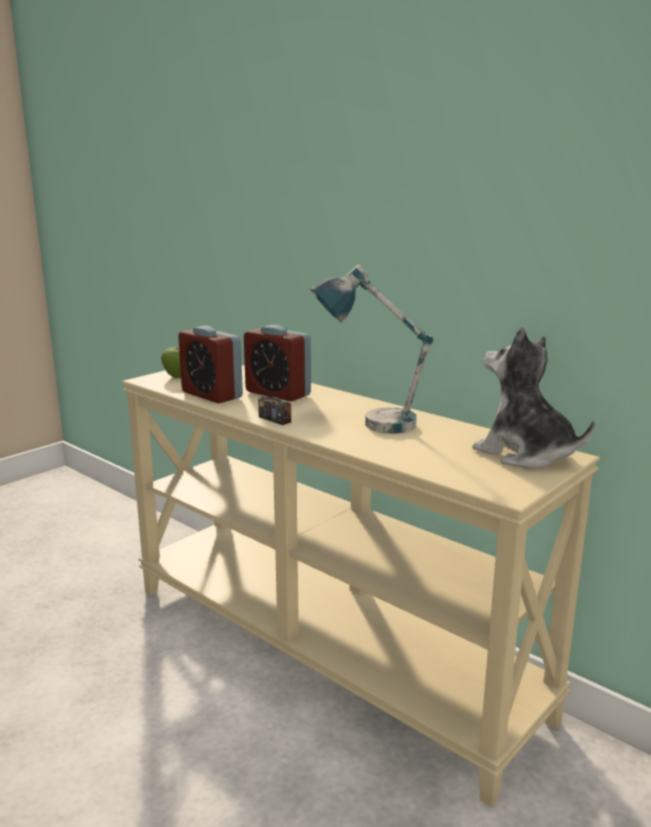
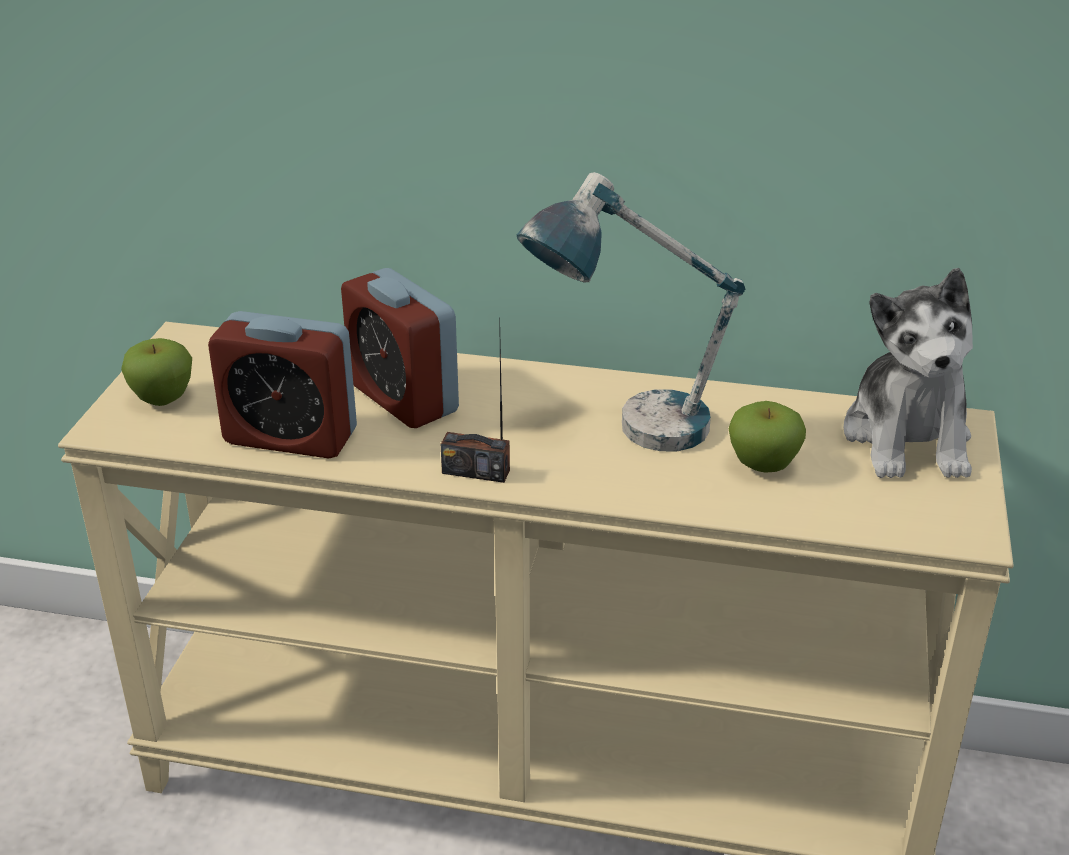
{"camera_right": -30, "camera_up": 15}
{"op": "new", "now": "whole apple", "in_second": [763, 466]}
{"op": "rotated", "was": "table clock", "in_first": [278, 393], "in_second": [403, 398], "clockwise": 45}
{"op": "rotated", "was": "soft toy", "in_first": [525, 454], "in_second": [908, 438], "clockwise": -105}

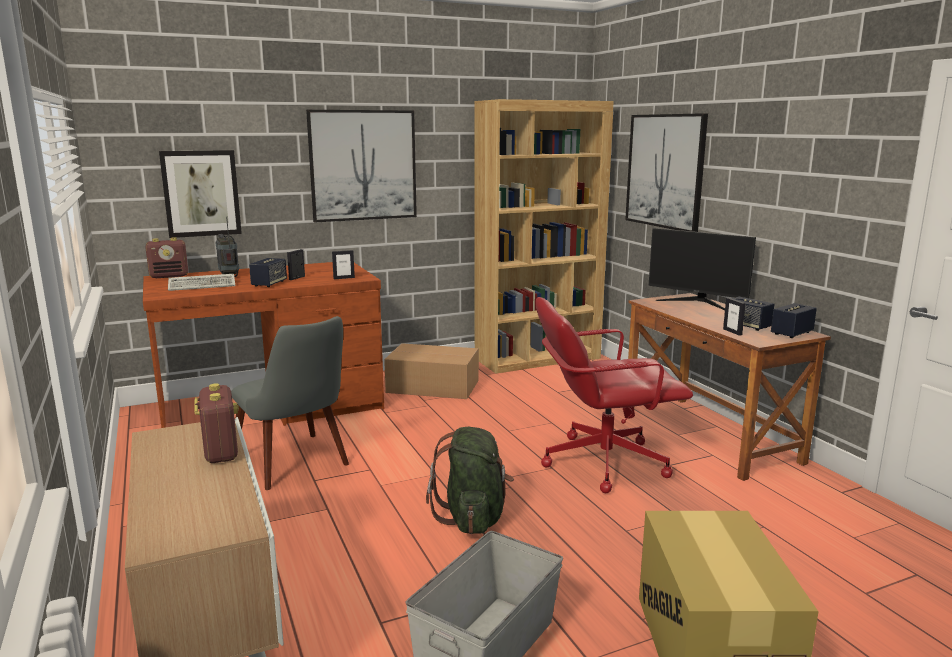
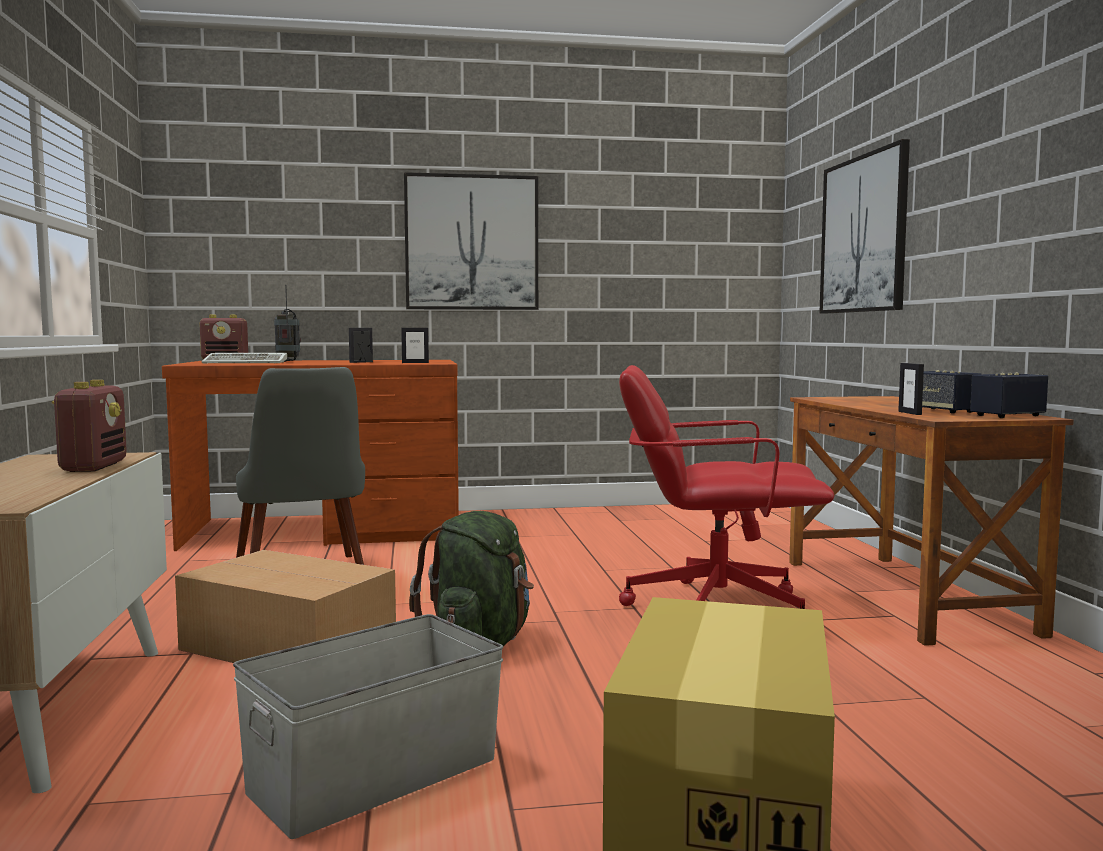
{"camera_right": 15, "camera_up": -10}
{"op": "gone", "was": "wall picture", "in_first": [201, 193]}
{"op": "gone", "was": "speaker", "in_first": [269, 284]}
{"op": "gone", "was": "brownish shelving unit", "in_first": [538, 358]}
{"op": "gone", "was": "computer display", "in_first": [697, 302]}
{"op": "shifted", "was": "packing box", "in_first": [434, 386], "in_second": [290, 647]}

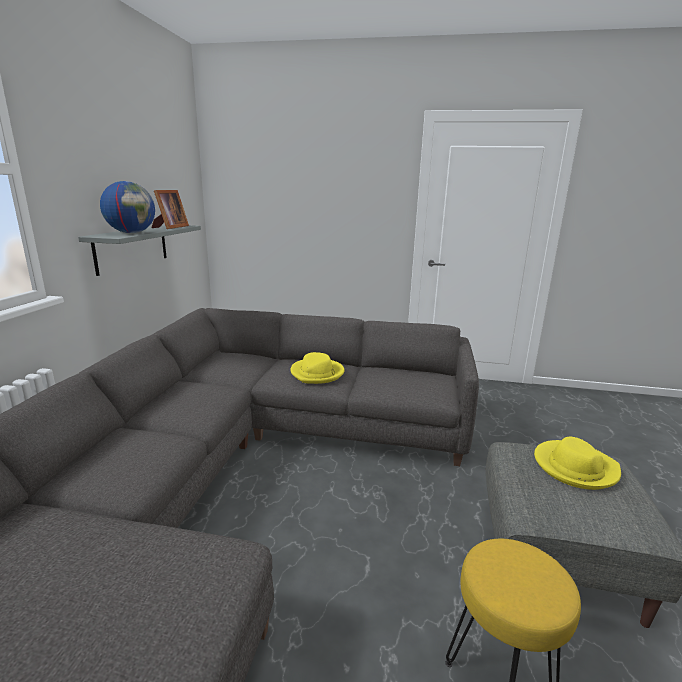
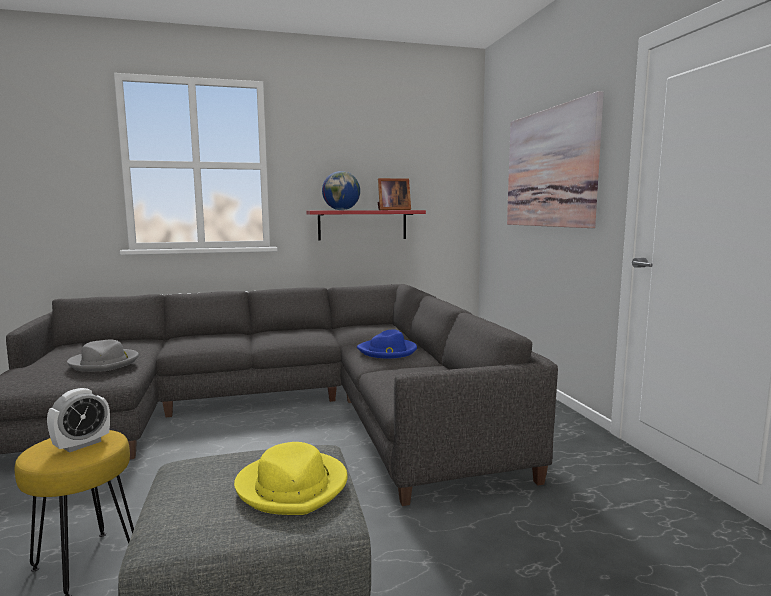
{"camera_right": 65, "camera_up": -10}
{"op": "new", "now": "table clock", "in_second": [82, 444]}
{"op": "new", "now": "gray hat", "in_second": [105, 363]}
{"op": "new", "now": "wall picture", "in_second": [550, 168]}
{"op": "repainted", "was": "gray bracket shelf", "now": "red-coloured bracket shelf", "in_first": [132, 248], "in_second": [362, 225]}
{"op": "repainted", "was": "yellow-coloured hat", "now": "bluish hat", "in_first": [317, 373], "in_second": [387, 351]}

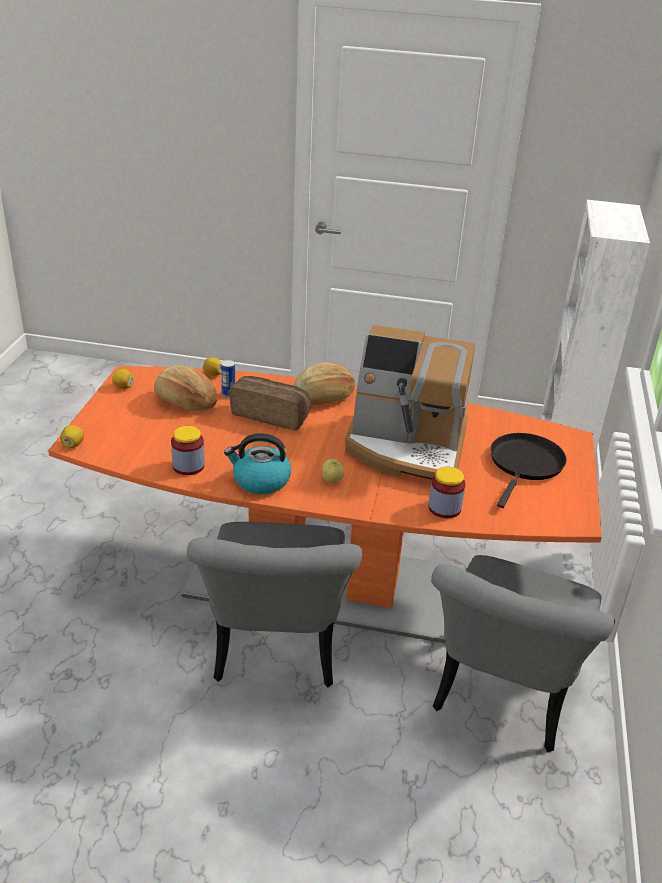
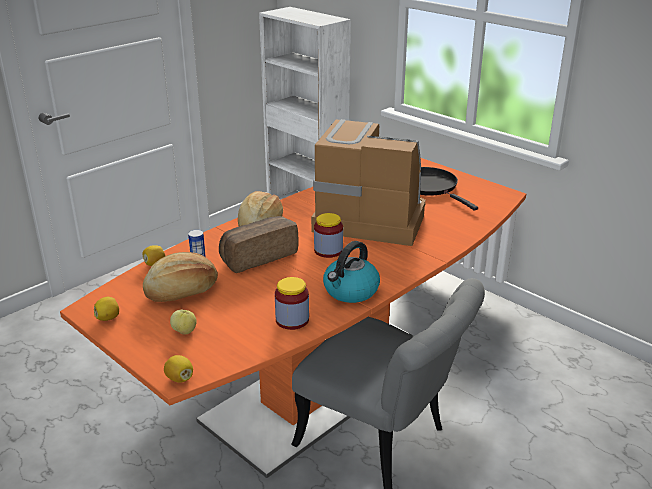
{"camera_right": -55, "camera_up": -5}
{"op": "gone", "was": "gray upright chair", "in_first": [502, 699]}
{"op": "shifted", "was": "whole apple", "in_first": [332, 480], "in_second": [184, 331]}
{"op": "shifted", "was": "storage jar", "in_first": [444, 508], "in_second": [328, 250]}
{"op": "rotated", "was": "coffee maker", "in_first": [407, 448], "in_second": [369, 218], "clockwise": -120}

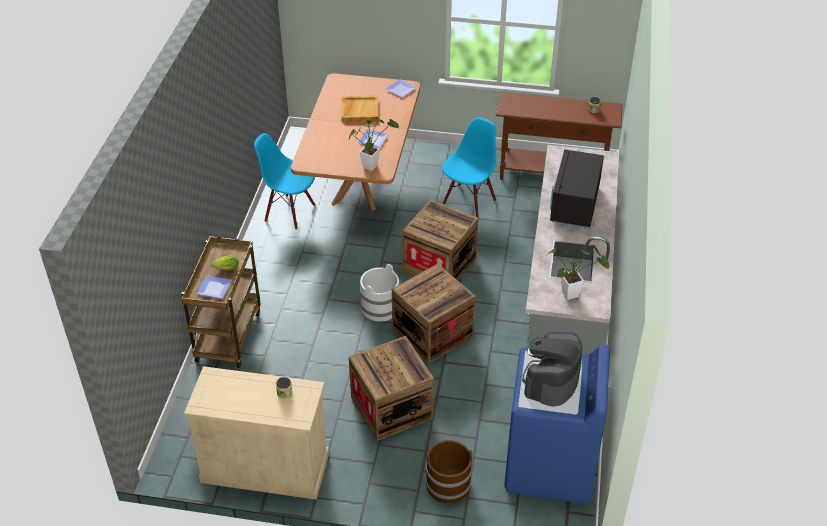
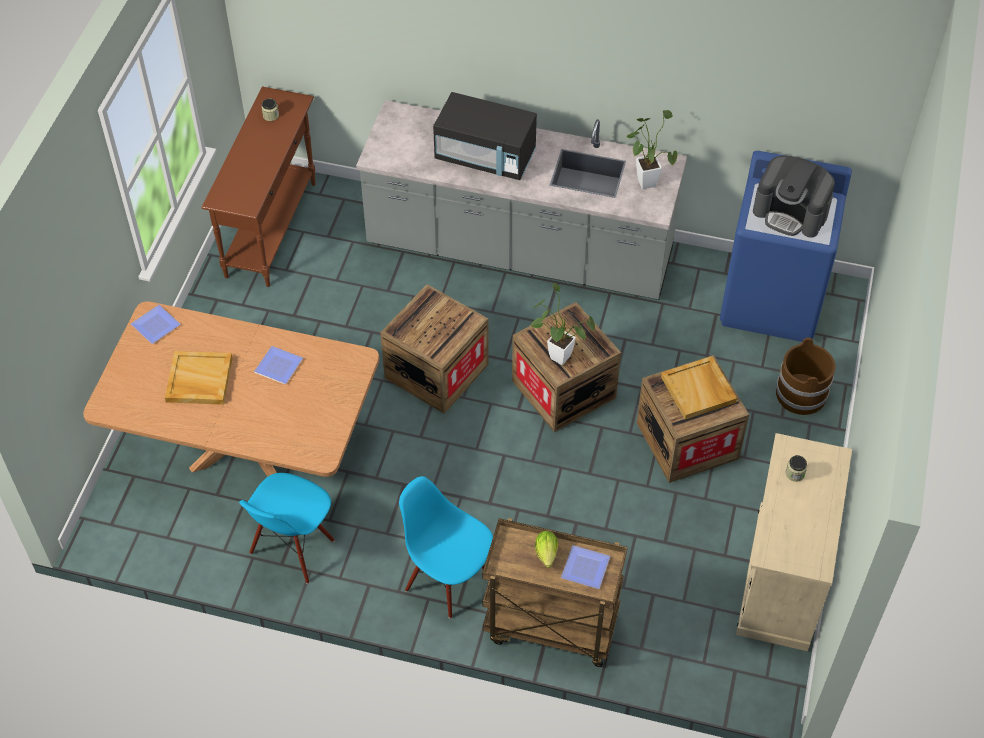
{"camera_right": -85, "camera_up": 10}
{"op": "gone", "was": "whitish water bucket", "in_first": [380, 307]}
{"op": "new", "now": "beige tray", "in_second": [699, 390]}
{"op": "shifted", "was": "plant in a pot", "in_first": [372, 165], "in_second": [556, 355]}
{"op": "shifted", "was": "bluish upright chair", "in_first": [468, 201], "in_second": [448, 580]}

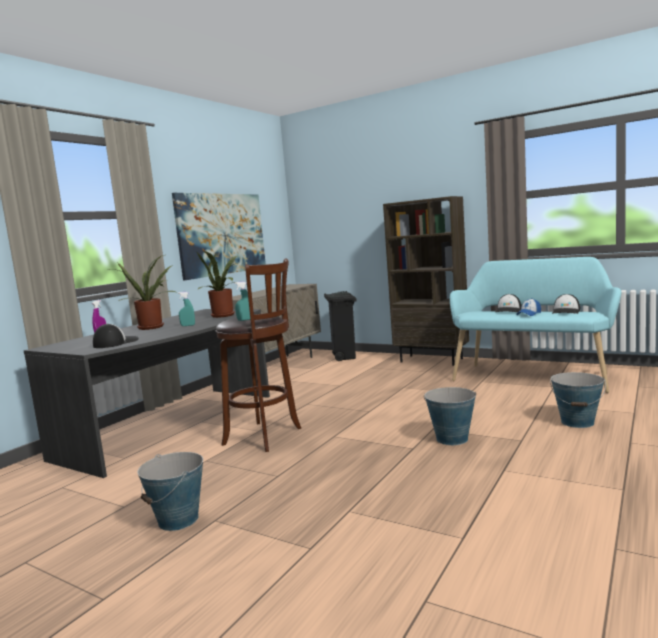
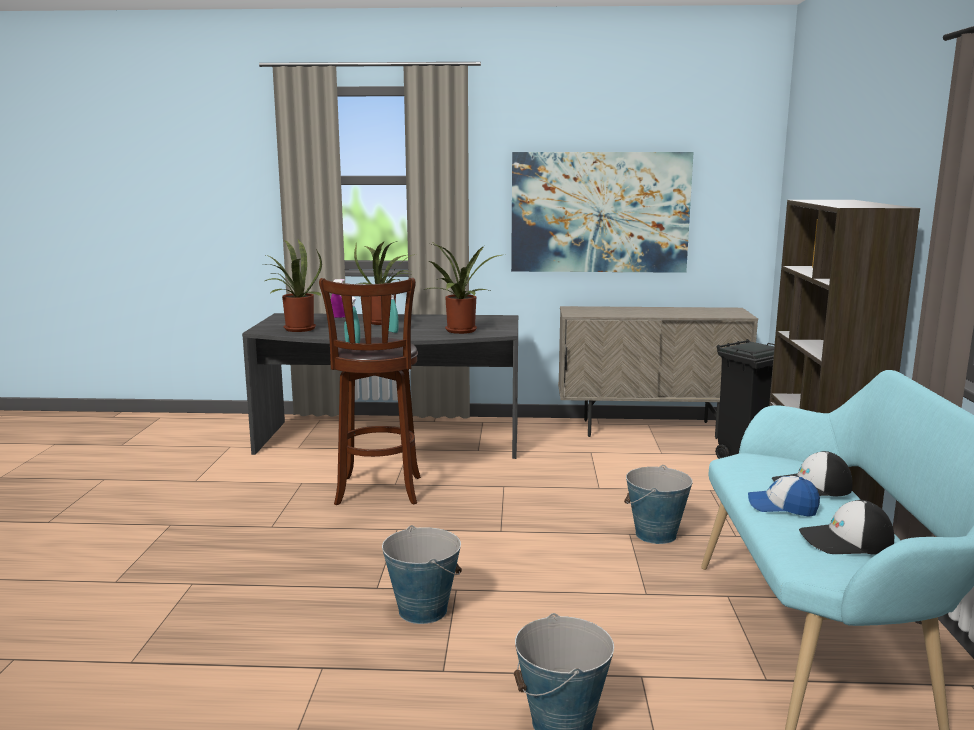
{"camera_right": 60, "camera_up": 5}
{"op": "shifted", "was": "water bucket", "in_first": [178, 520], "in_second": [655, 535]}
{"op": "swapped", "was": "peaked cap", "now": "plant in a pot", "in_first": [115, 343], "in_second": [296, 329]}

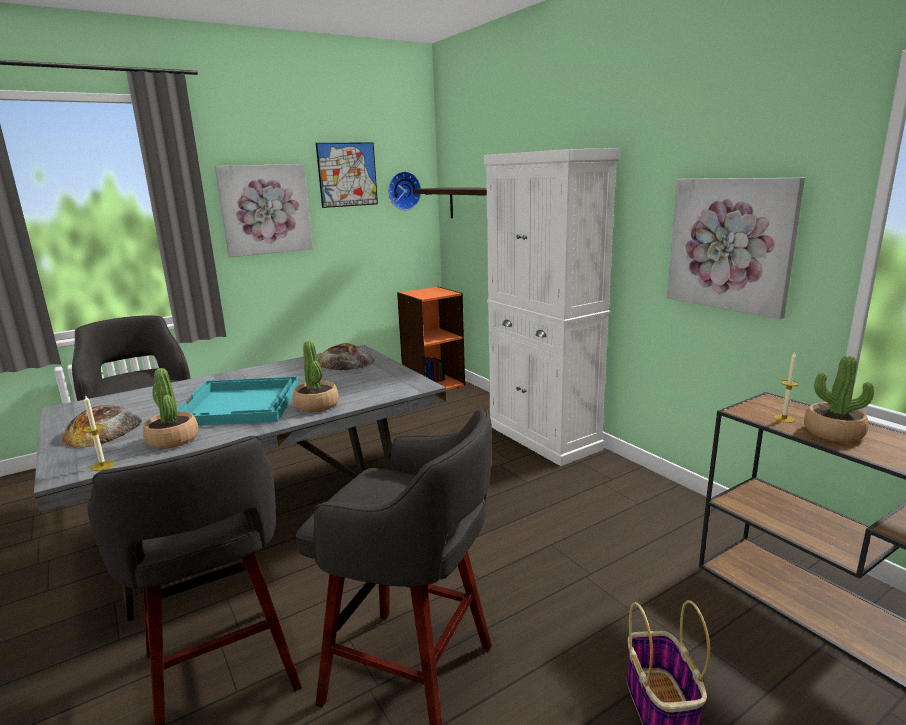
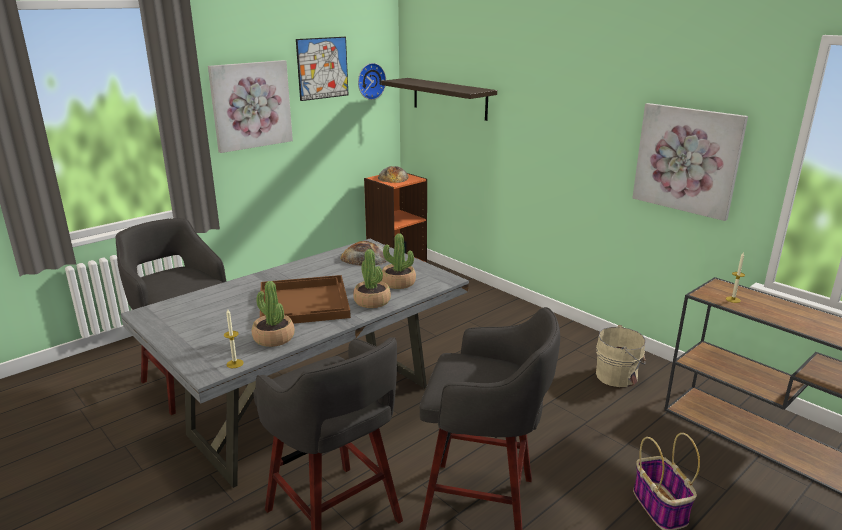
{"camera_right": -10, "camera_up": 5}
{"op": "gone", "was": "whitish storage cabinet", "in_first": [543, 437]}
{"op": "new", "now": "beige water bucket", "in_second": [618, 376]}
{"op": "shifted", "was": "bakery bread", "in_first": [103, 429], "in_second": [393, 177]}
{"op": "shifted", "was": "plant in a pot", "in_first": [833, 433], "in_second": [398, 283]}
{"op": "repainted", "was": "turquoise-coloured tray", "now": "brownish tray", "in_first": [240, 404], "in_second": [305, 303]}

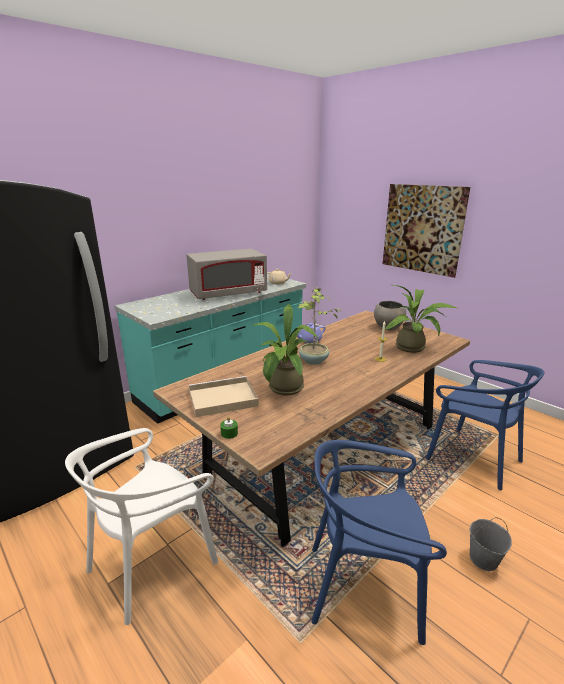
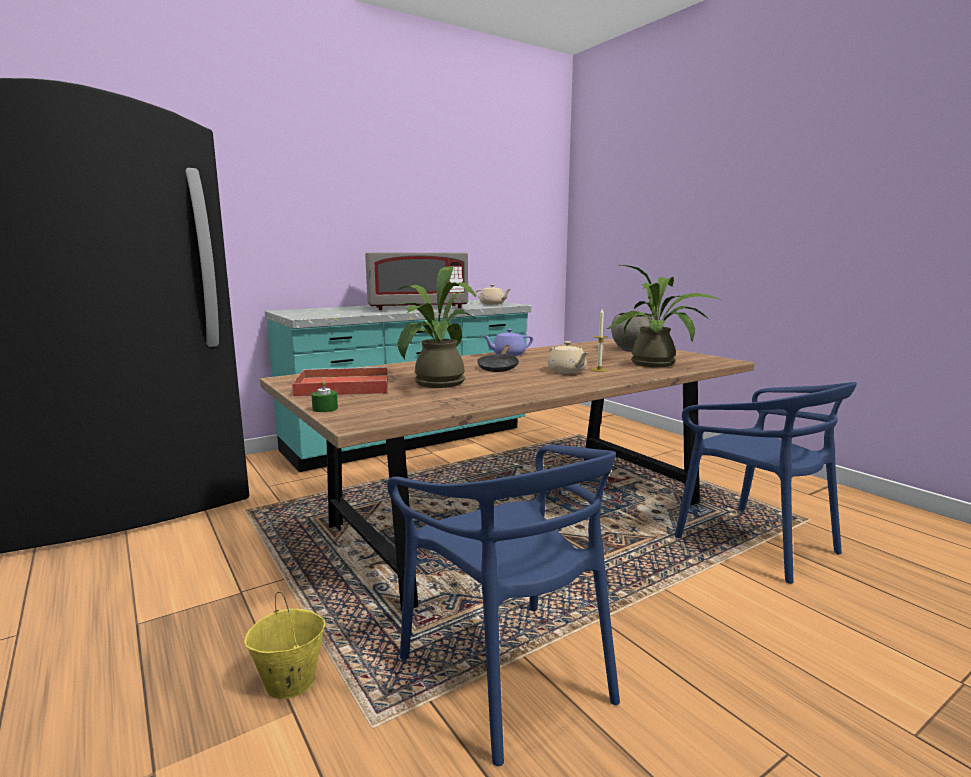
{"camera_right": 10, "camera_up": -10}
{"op": "gone", "was": "whitish upright chair", "in_first": [152, 562]}
{"op": "gone", "was": "wall picture", "in_first": [422, 229]}
{"op": "gone", "was": "gray water bucket", "in_first": [484, 559]}
{"op": "new", "now": "yellow-coloured water bucket", "in_second": [289, 682]}
{"op": "new", "now": "beige tea pot", "in_second": [567, 372]}
{"op": "swapped", "was": "plant in a pot", "now": "black skillet", "in_first": [313, 361], "in_second": [498, 368]}
{"op": "repainted", "was": "beige tray", "now": "red-coloured tray", "in_first": [221, 399], "in_second": [341, 386]}
{"op": "rotated", "was": "bluish upright chair", "in_first": [364, 586], "in_second": [508, 673], "clockwise": -135}

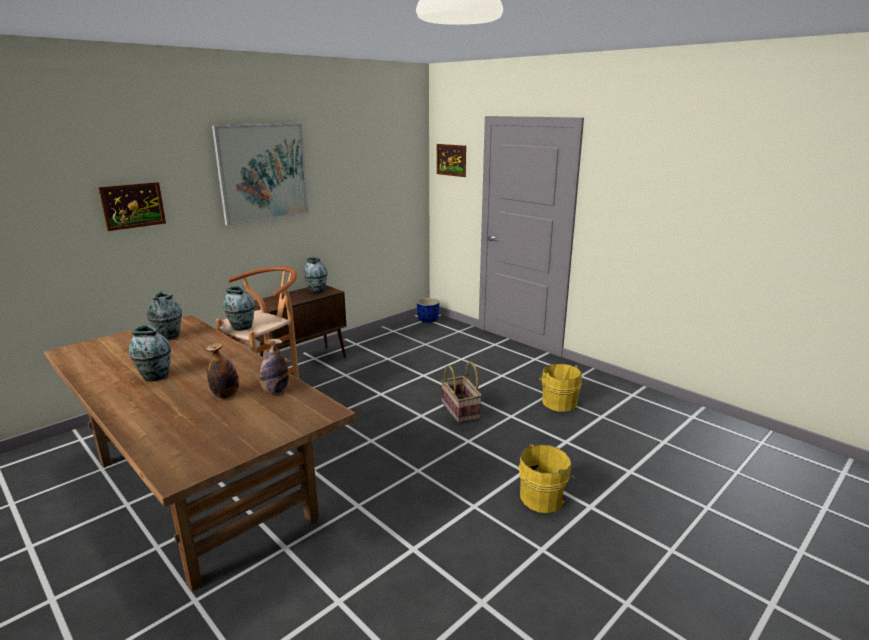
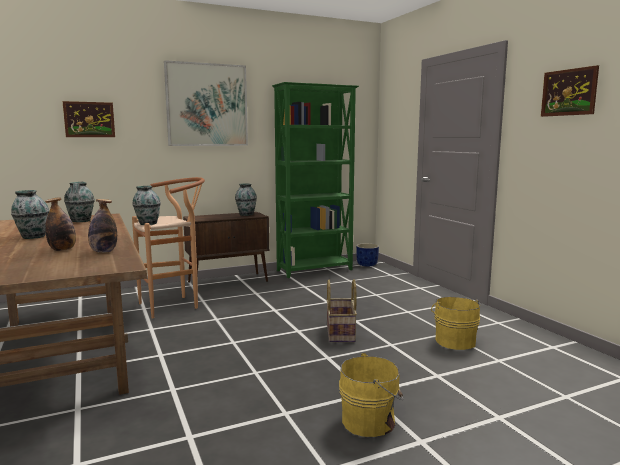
{"camera_right": 20, "camera_up": -10}
{"op": "new", "now": "green-coloured shelving unit", "in_second": [315, 270]}
{"op": "shifted", "was": "wall picture", "in_first": [451, 160], "in_second": [569, 92]}

